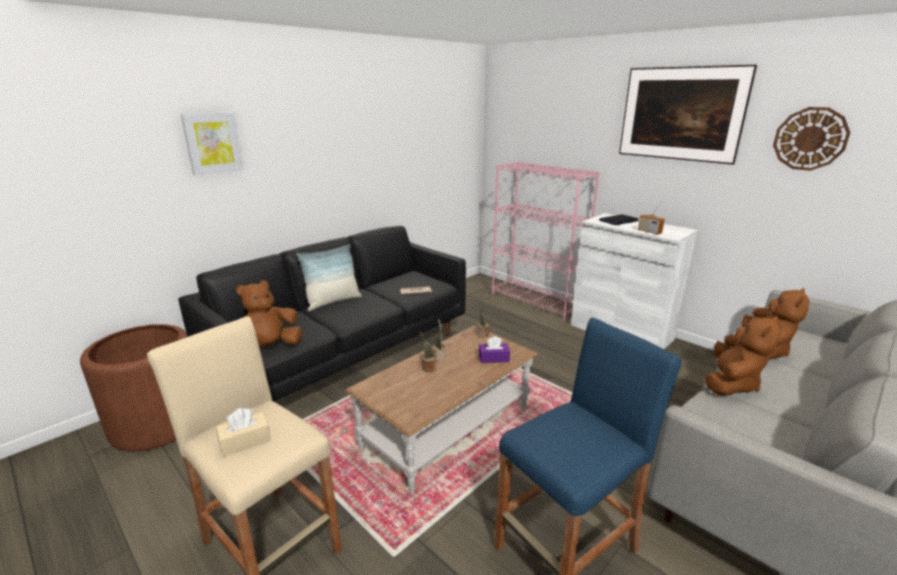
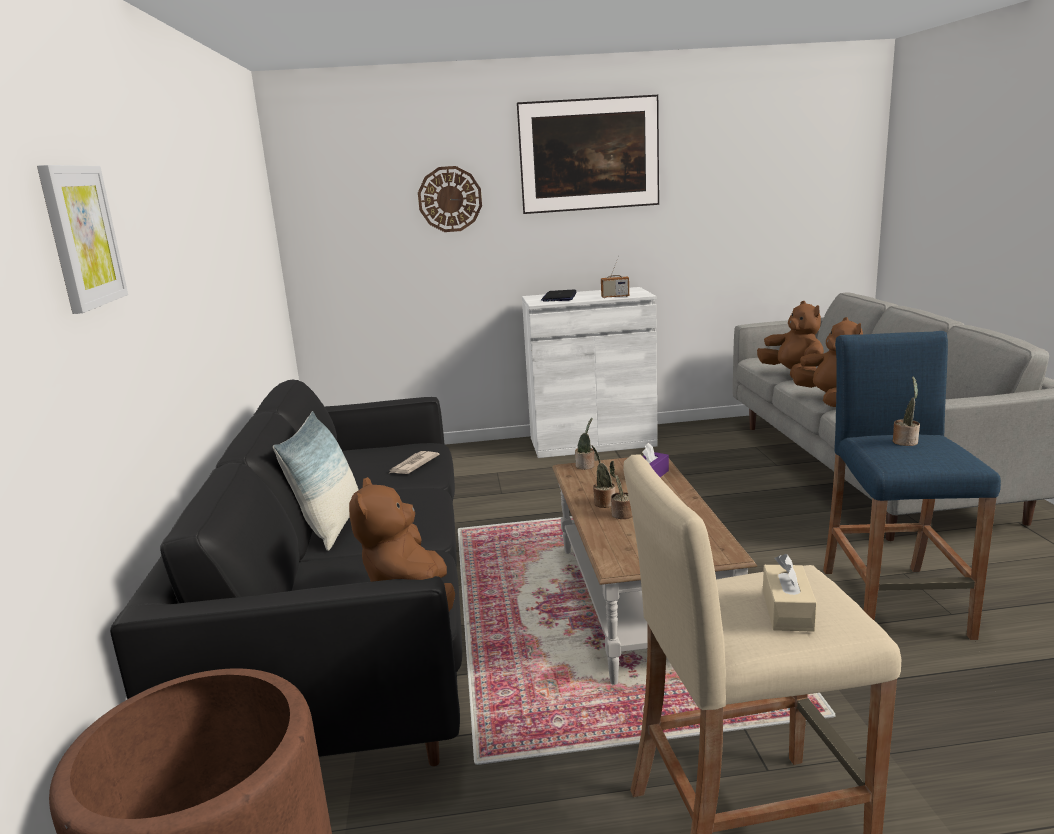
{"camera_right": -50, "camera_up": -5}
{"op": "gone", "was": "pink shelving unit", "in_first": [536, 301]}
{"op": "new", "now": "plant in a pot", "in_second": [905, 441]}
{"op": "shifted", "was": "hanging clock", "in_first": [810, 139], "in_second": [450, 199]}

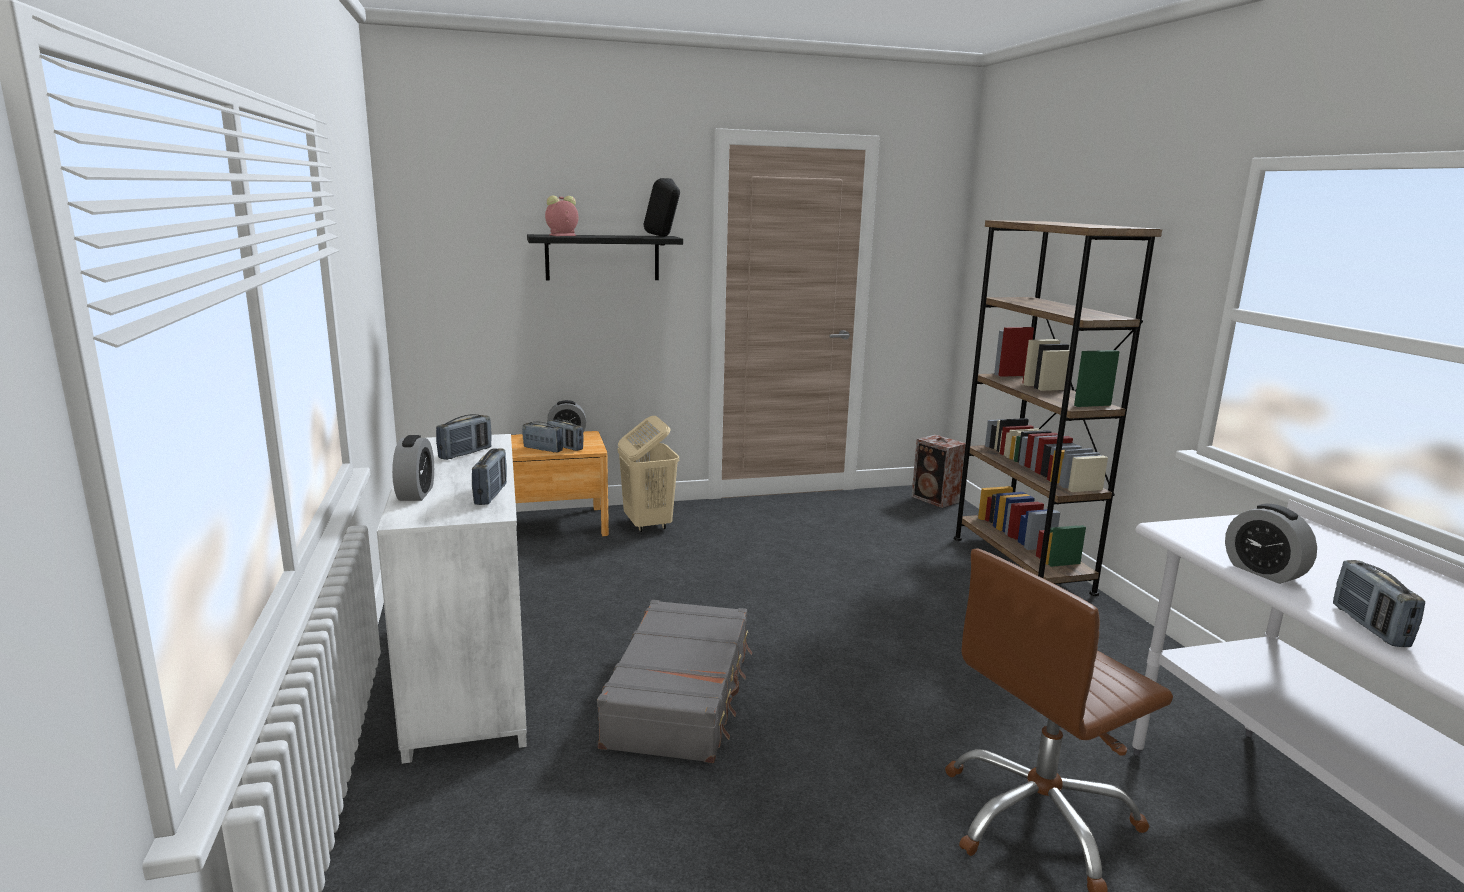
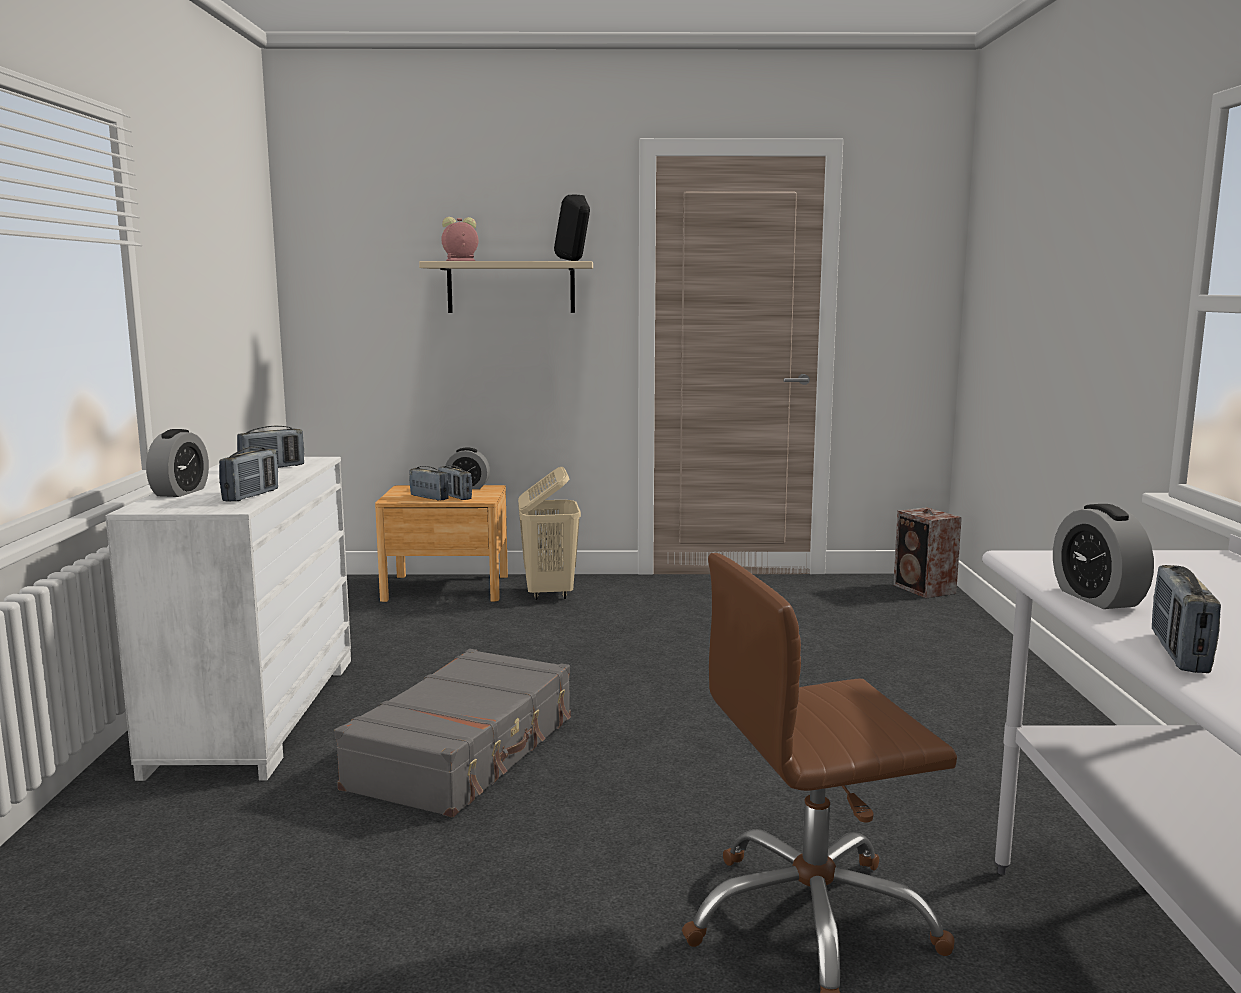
{"camera_right": 15, "camera_up": -5}
{"op": "gone", "was": "brownish shelving unit", "in_first": [1021, 564]}
{"op": "repainted", "was": "black bracket shelf", "now": "beige bracket shelf", "in_first": [602, 257], "in_second": [511, 287]}

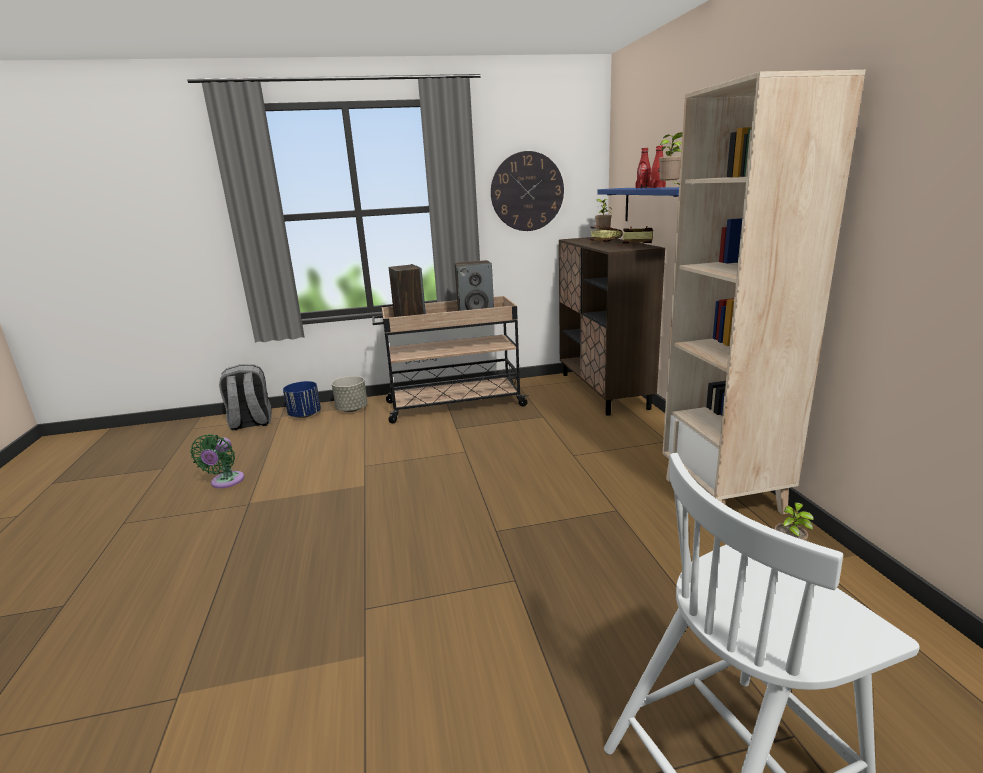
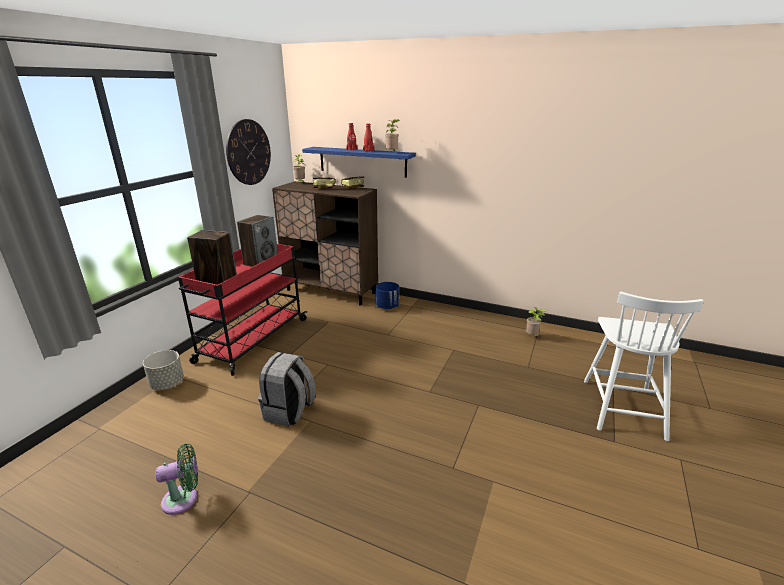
{"camera_right": -55, "camera_up": 5}
{"op": "gone", "was": "beige shelving unit", "in_first": [724, 495]}
{"op": "shifted", "was": "gray knapsack", "in_first": [250, 423], "in_second": [289, 412]}
{"op": "shifted", "was": "bluish planter", "in_first": [305, 415], "in_second": [387, 306]}
{"op": "repainted", "was": "beige trolley", "now": "red-coloured trolley", "in_first": [453, 404], "in_second": [252, 340]}
{"op": "rotated", "was": "green-coloured fan", "in_first": [225, 482], "in_second": [184, 499], "clockwise": -60}

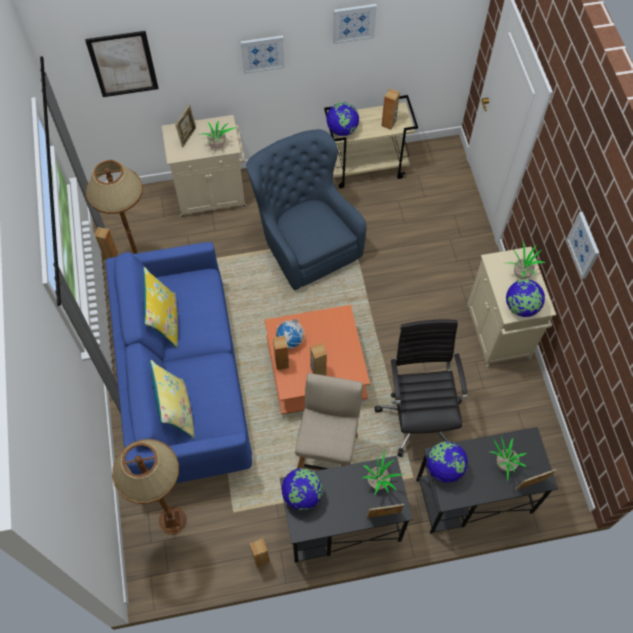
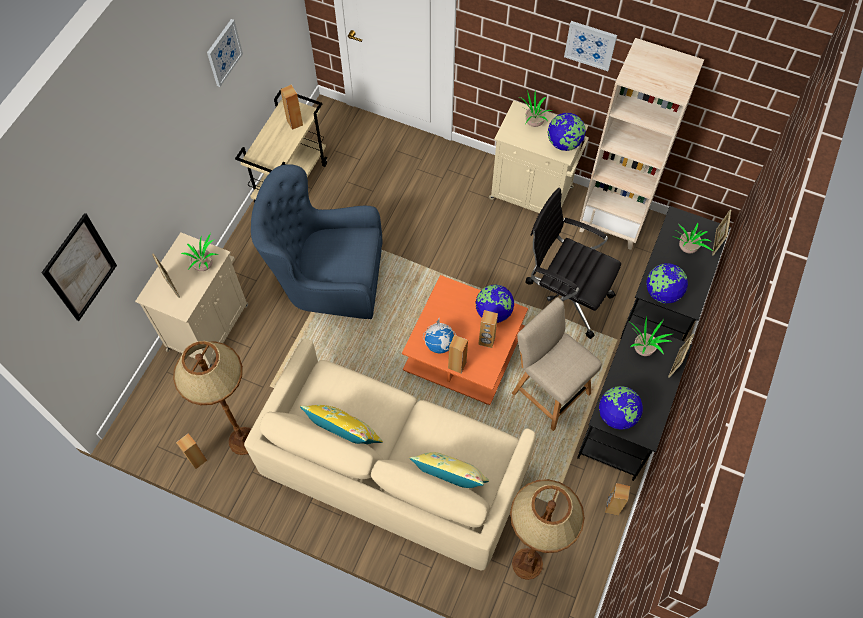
{"camera_right": -55, "camera_up": 0}
{"op": "gone", "was": "wall picture", "in_first": [262, 53]}
{"op": "new", "now": "beige shelving unit", "in_second": [613, 222]}
{"op": "shifted", "was": "world globe", "in_first": [342, 129], "in_second": [493, 312]}
{"op": "repainted", "was": "bluish settee", "now": "beige settee", "in_first": [184, 382], "in_second": [393, 471]}

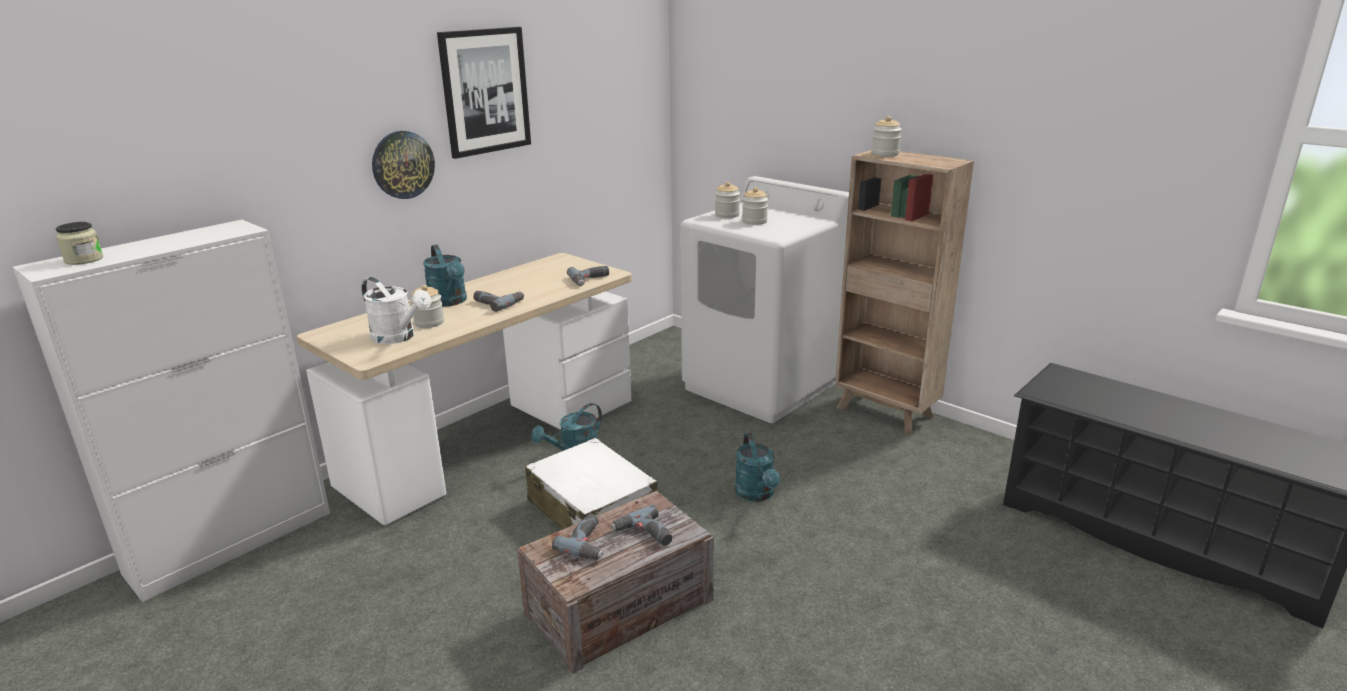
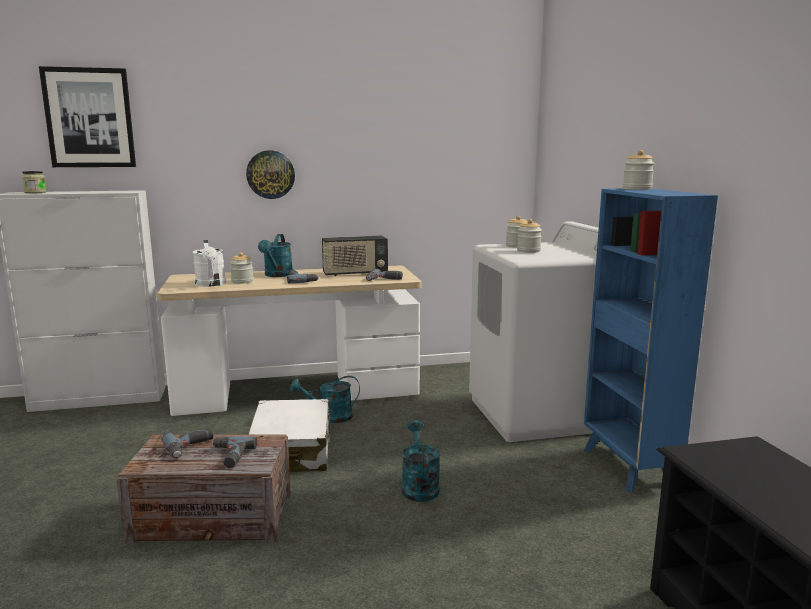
{"camera_right": 35, "camera_up": -10}
{"op": "new", "now": "radio", "in_second": [355, 273]}
{"op": "shifted", "was": "wall picture", "in_first": [485, 91], "in_second": [89, 118]}
{"op": "repainted", "was": "brownish shelving unit", "now": "bluish shelving unit", "in_first": [886, 413], "in_second": [628, 468]}
{"op": "rotated", "was": "turquoise-coloured sprinkling can", "in_first": [757, 494], "in_second": [419, 486], "clockwise": 150}

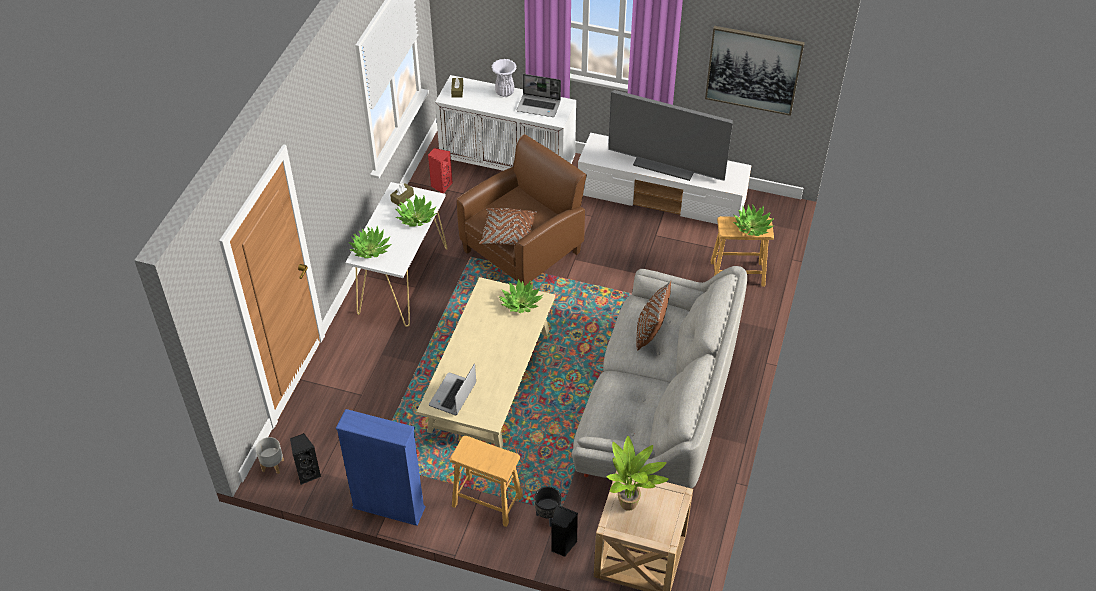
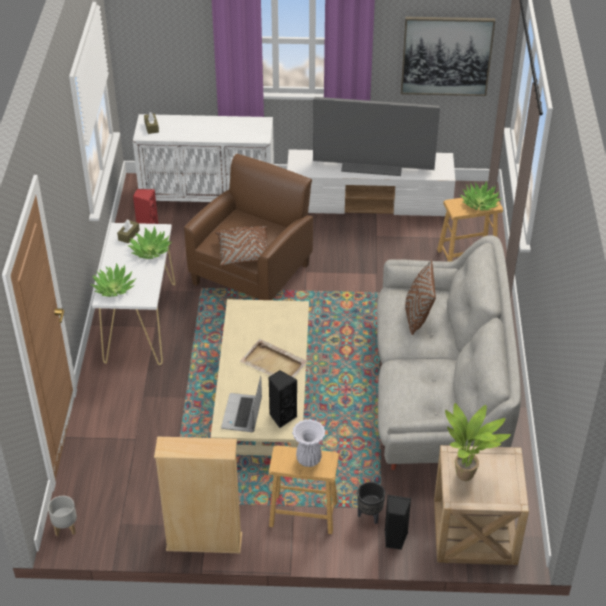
{"camera_right": -15, "camera_up": -5}
{"op": "gone", "was": "plant in a pot", "in_first": [520, 303]}
{"op": "gone", "was": "portable computer", "in_first": [539, 106]}
{"op": "new", "now": "beige tray", "in_second": [274, 363]}
{"op": "shifted", "was": "black speaker", "in_first": [308, 473], "in_second": [282, 416]}
{"op": "shifted", "was": "whitish flower vase", "in_first": [504, 92], "in_second": [308, 459]}
{"op": "repainted", "was": "bluish shelving unit", "now": "beige shelving unit", "in_first": [389, 507], "in_second": [204, 542]}

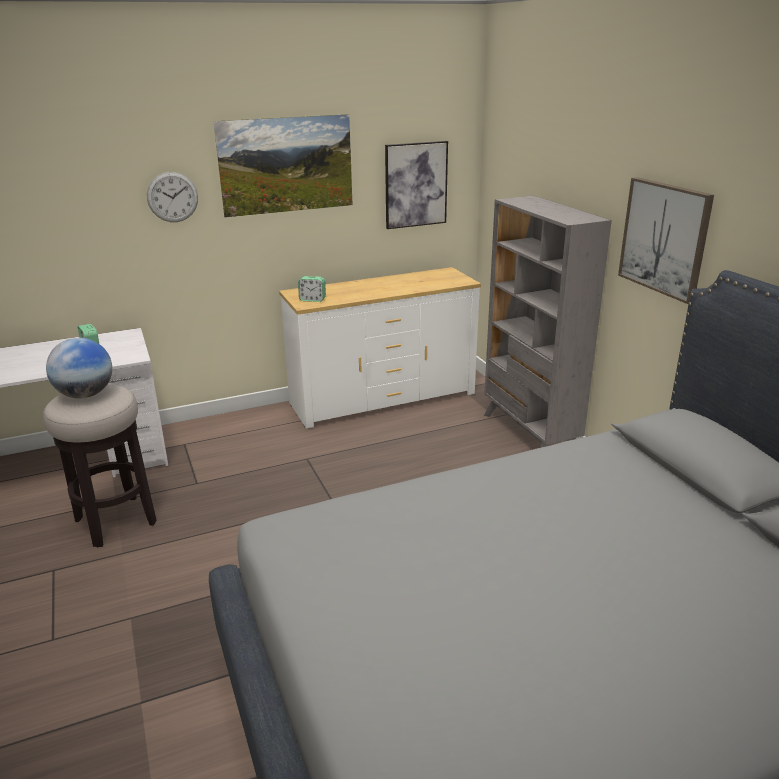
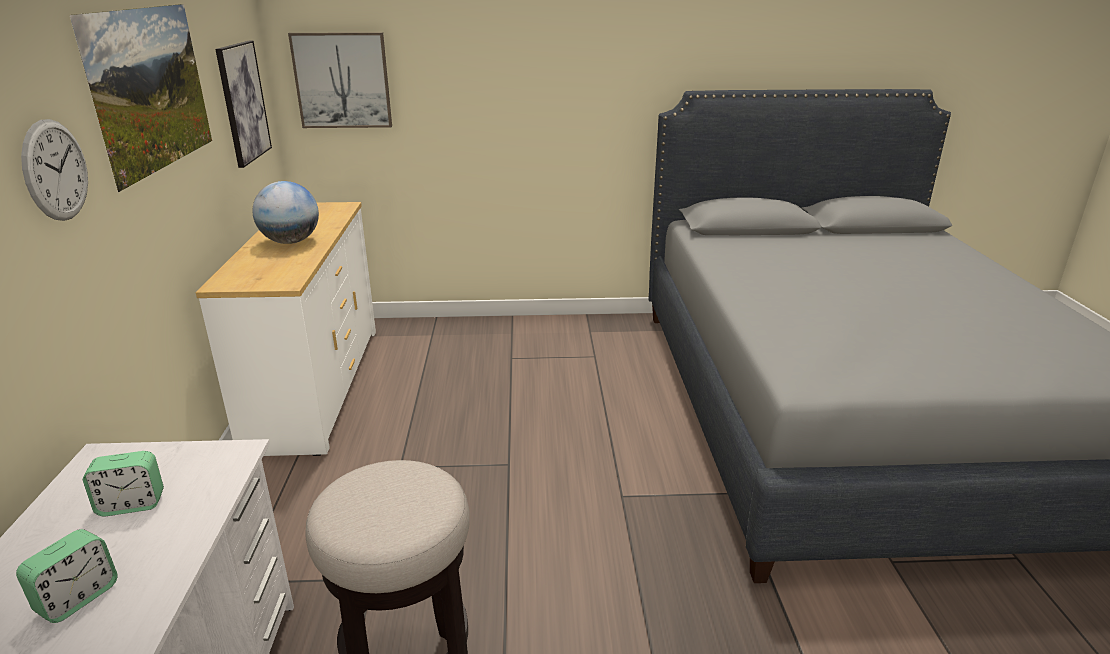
{"camera_right": -70, "camera_up": 0}
{"op": "gone", "was": "gray shelving unit", "in_first": [529, 433]}
{"op": "shifted", "was": "world globe", "in_first": [85, 395], "in_second": [291, 242]}
{"op": "shifted", "was": "table clock", "in_first": [312, 300], "in_second": [78, 598]}
{"op": "shifted", "was": "wall picture", "in_first": [664, 238], "in_second": [342, 80]}

